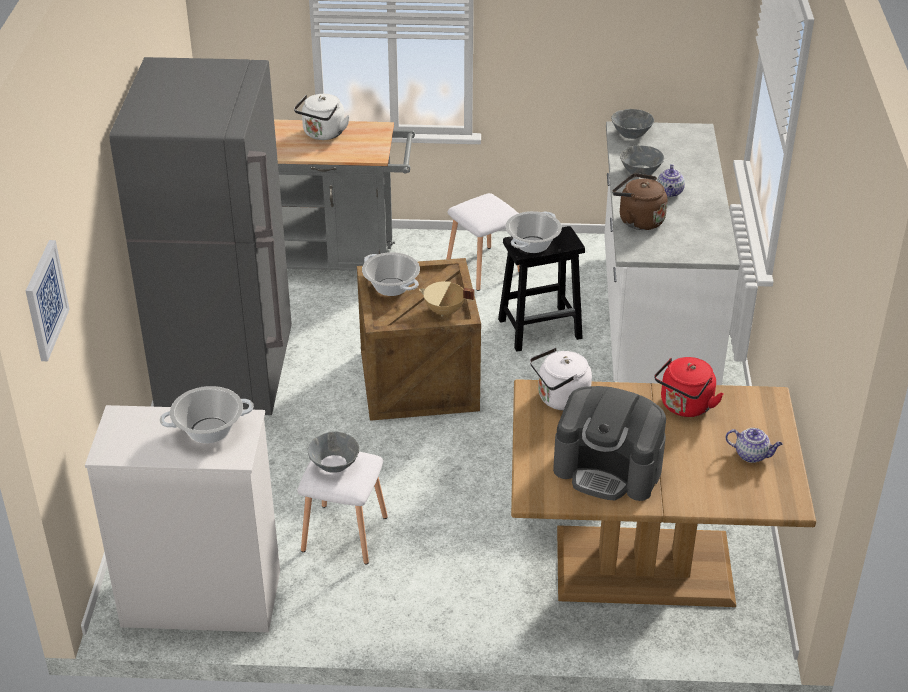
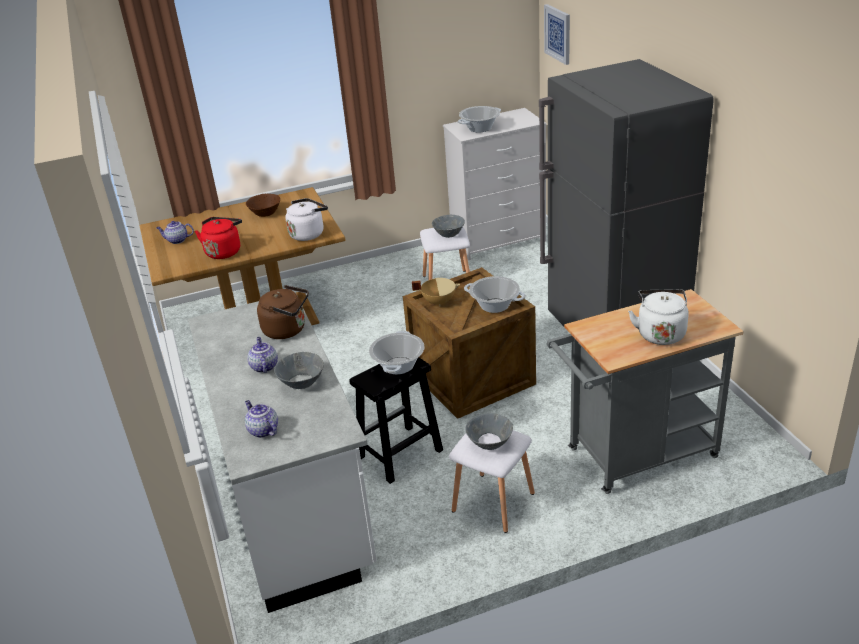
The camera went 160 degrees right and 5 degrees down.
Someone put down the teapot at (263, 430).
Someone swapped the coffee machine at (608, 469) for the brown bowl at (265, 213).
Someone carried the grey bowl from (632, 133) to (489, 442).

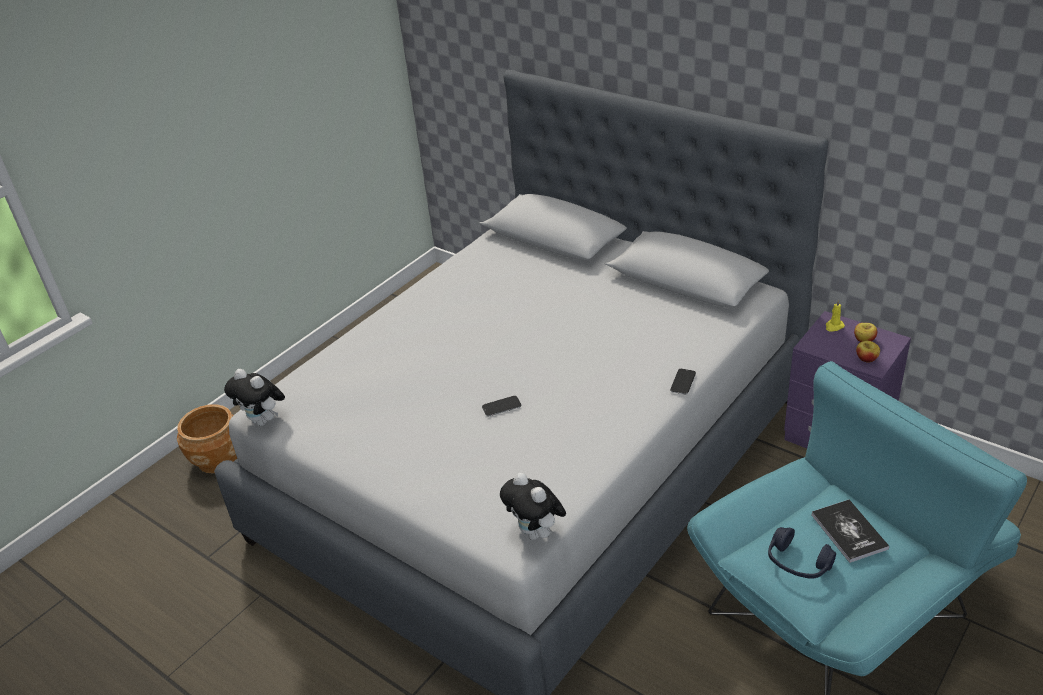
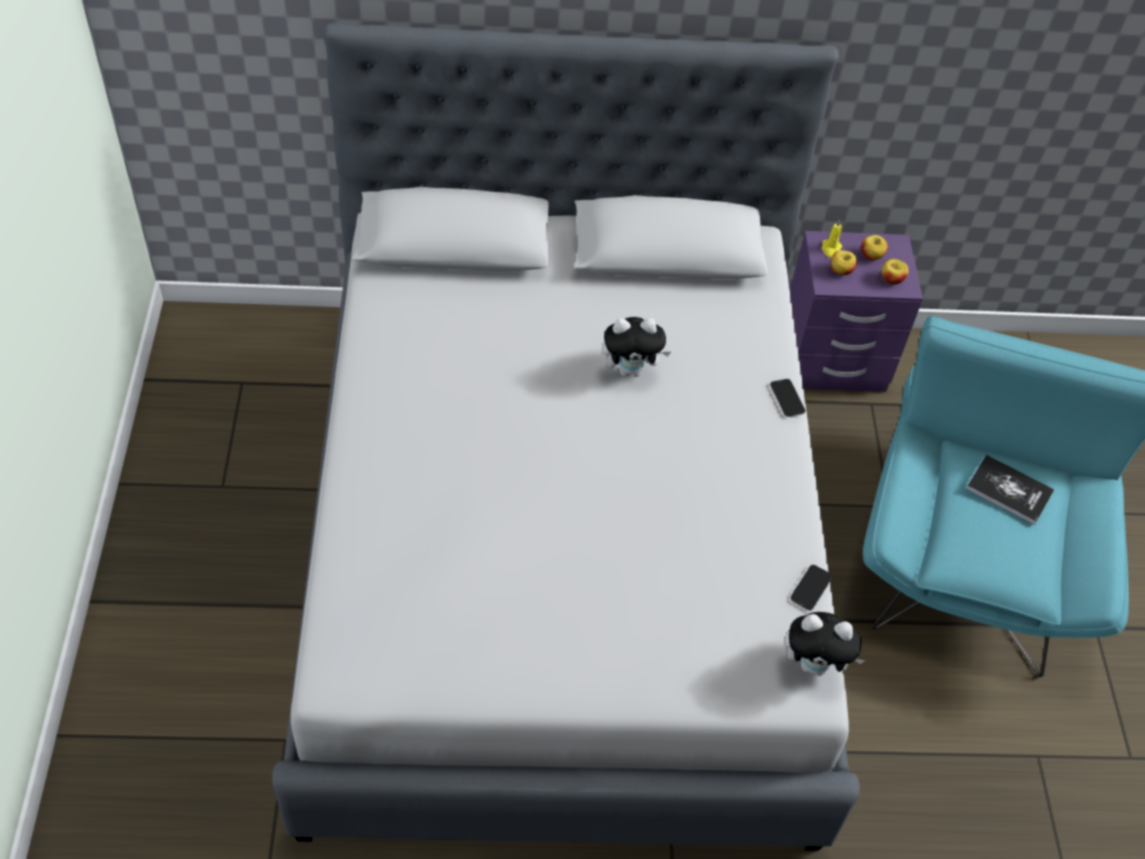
The camera went 45 degrees left and 15 degrees up.
Someone carried the plush toy from (264, 421) to (631, 370).
Someone carried the phone from (501, 407) to (811, 588).
Someone put down the apple at (840, 271).
Someone took away the brown planter at (218, 459).
Someone took away the blue headphones at (798, 563).

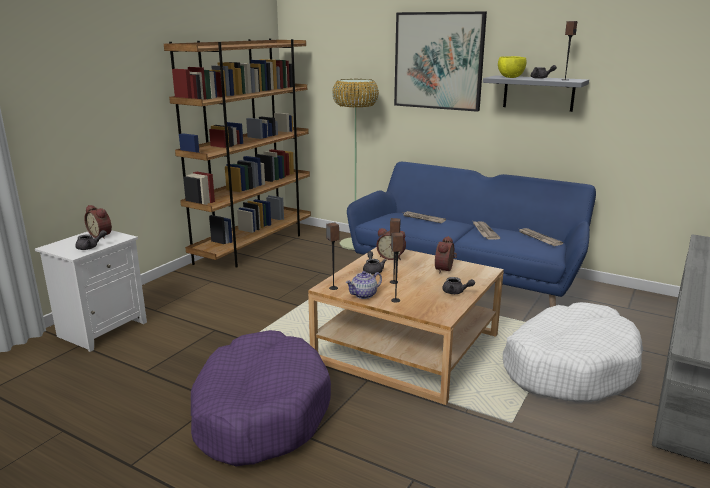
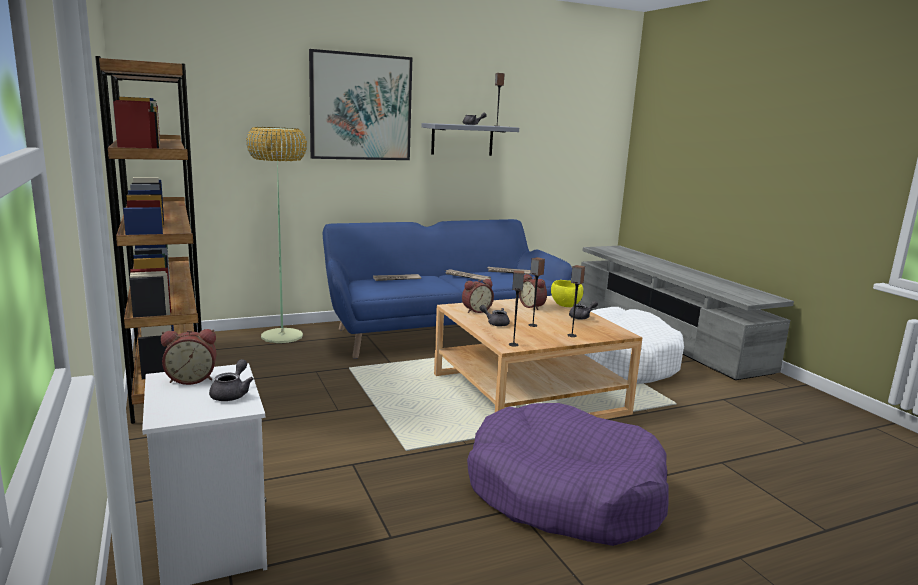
The camera went 55 degrees left and 5 degrees down.
Someone carried the yellow bowl from (510, 77) to (565, 305).
Someone took away the teapot at (364, 295).

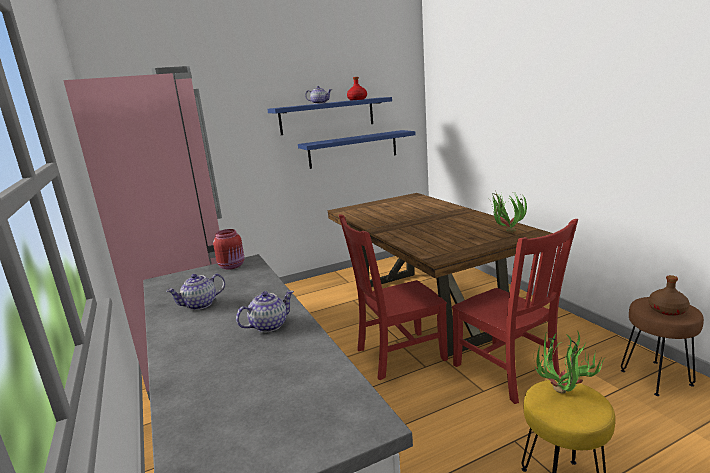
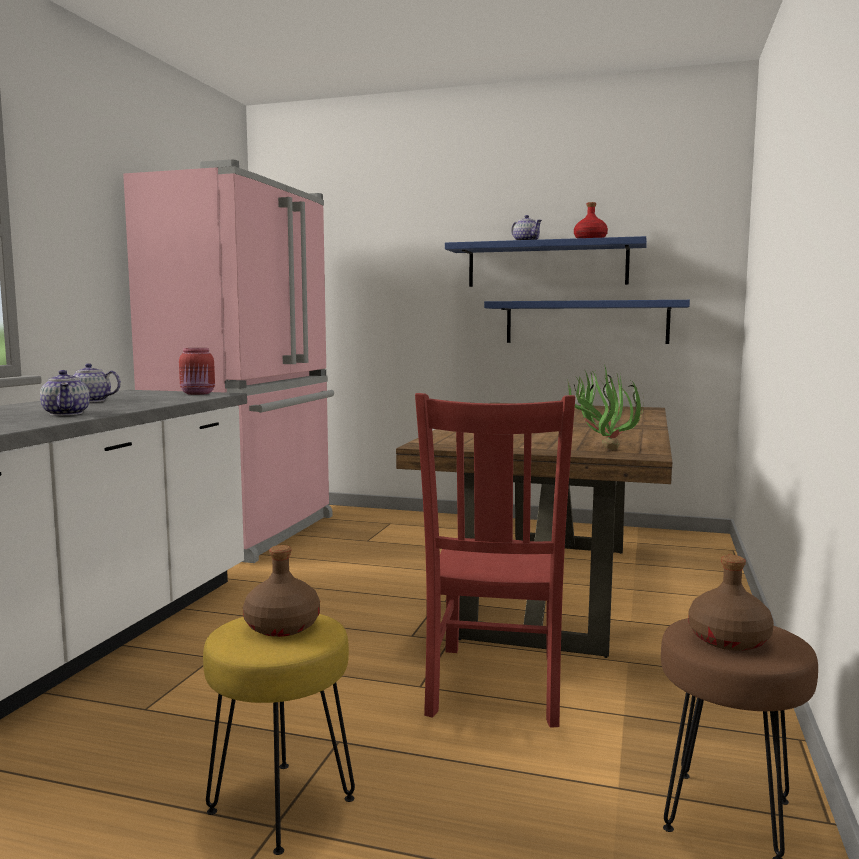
The camera went 40 degrees right and 10 degrees down.
Someone rotated the teapot at (269, 325) by 60 degrees clockwise.
Someone swapped the potted plant at (562, 397) for the brown bottle at (281, 626).
Someone took away the red chair at (397, 355).

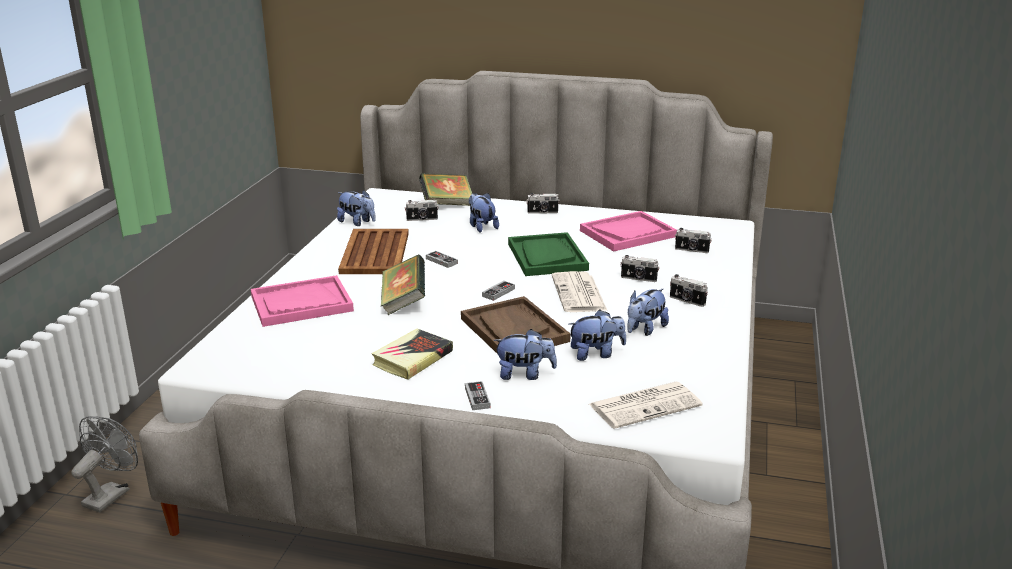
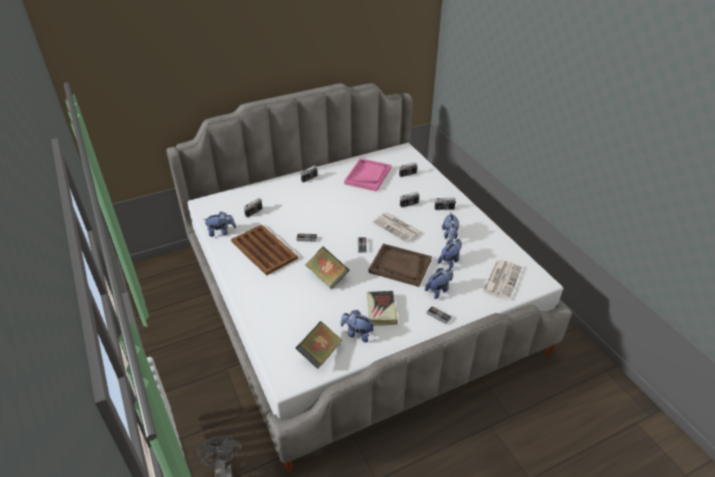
The camera went 40 degrees left and 15 degrees up.
Someone carried the book from (447, 204) to (320, 353).
Someone carried the plush toy from (481, 227) to (357, 334).
Someone took away the pink tray at (301, 304).
Someone took away the green tray at (546, 257).

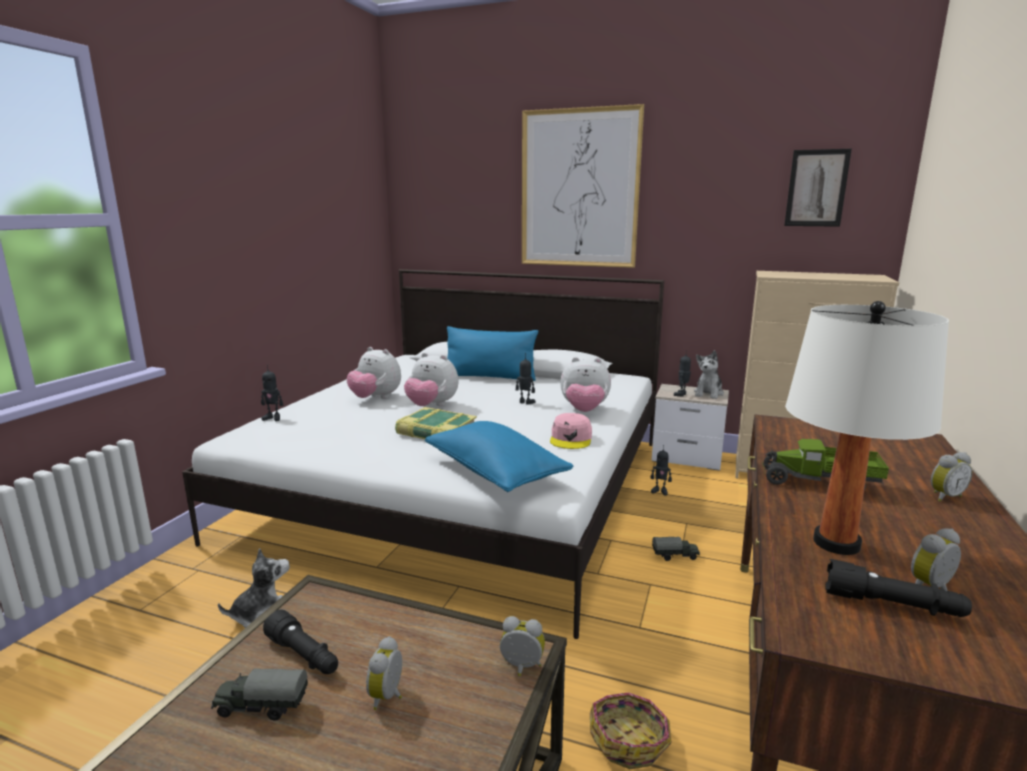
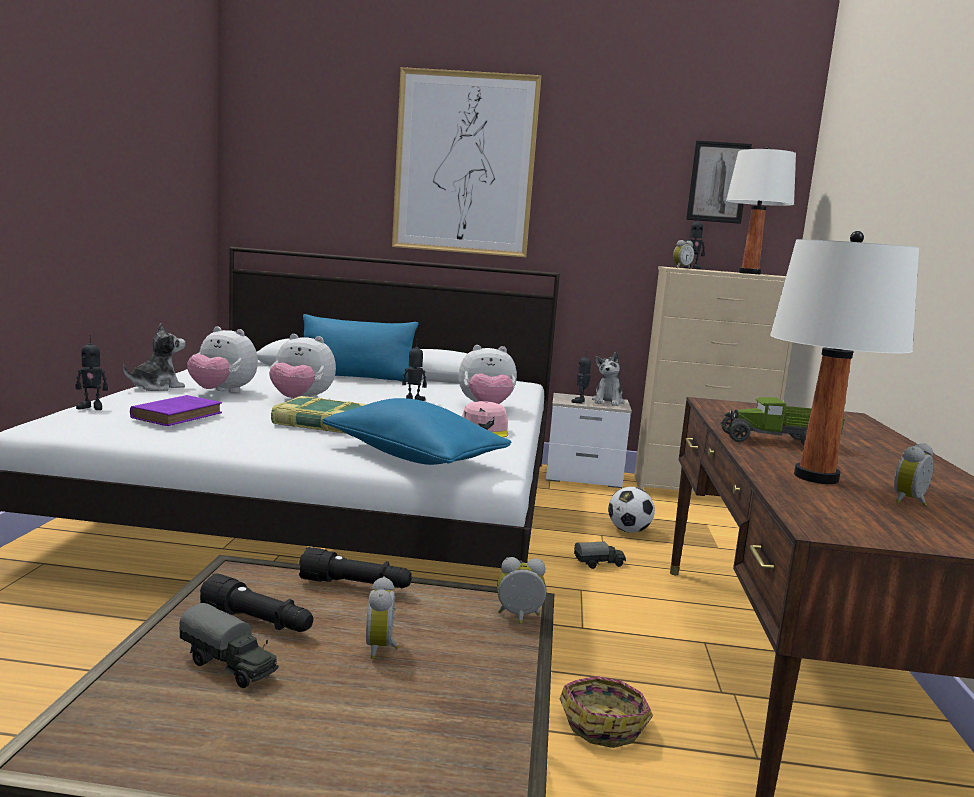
The camera went 15 degrees left and 5 degrees down.
Someone carried the plush toy from (261, 614) to (156, 387).
Someone put down the purple book at (179, 415).
Someone rotated the toy truck at (260, 707) by 135 degrees counterclockwise.
Someone carried the black flashlight from (892, 605) to (356, 585).
Someone put down the football at (628, 530).
Someone carried the alarm clock from (944, 496) to (680, 268).
Someone carried the toy robot from (660, 491) to (691, 268).
Someone put down the white table lamp at (749, 273).

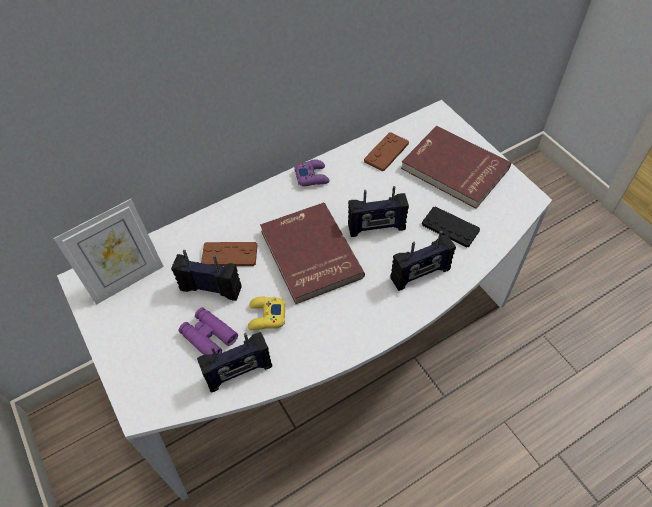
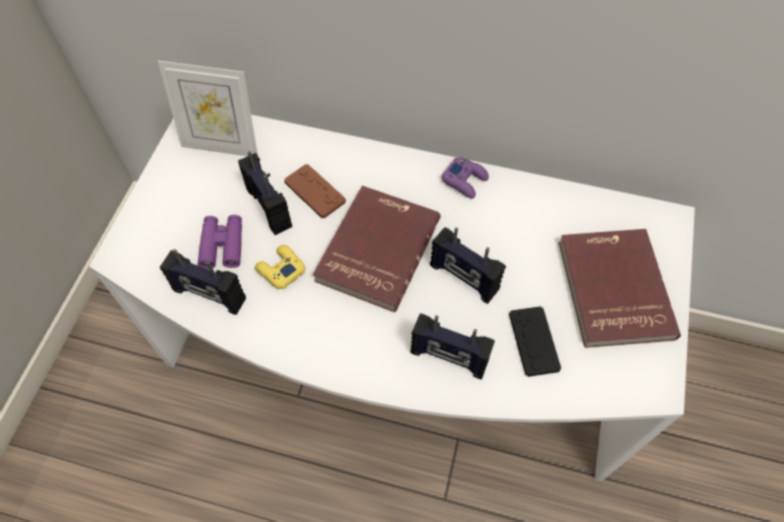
The camera went 45 degrees right and 5 degrees up.
Someone took away the brown game controller at (386, 152).

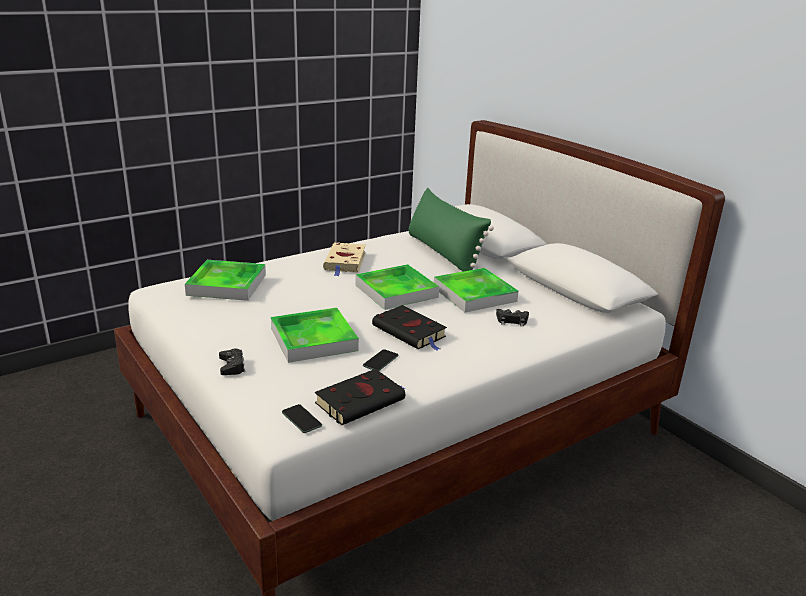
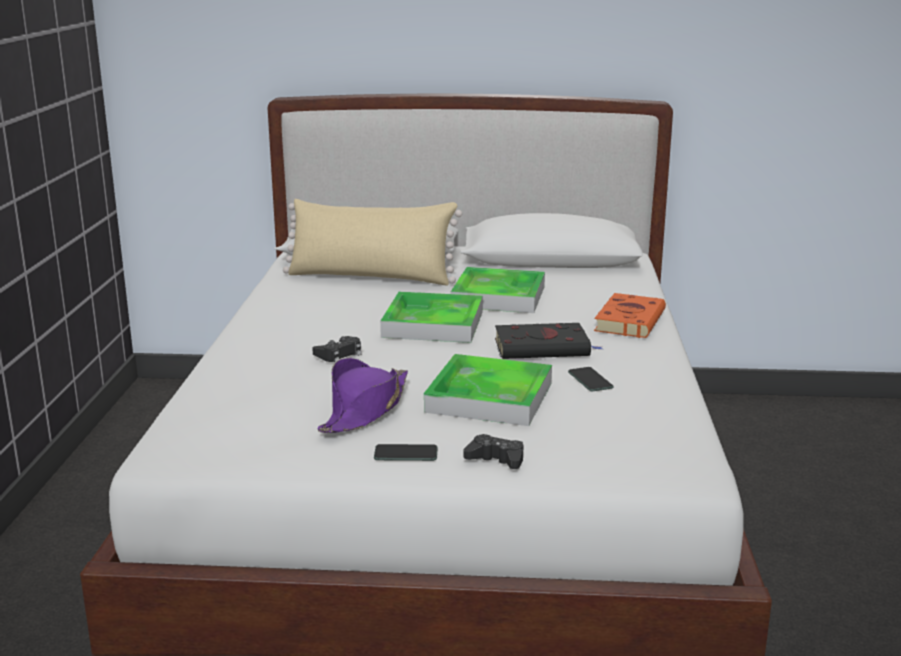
The camera went 50 degrees left and 5 degrees down.
Someone repainted the green pillow at (443, 253), which became the beige pillow at (370, 277).
Someone carried the black game controller from (512, 320) to (339, 354).
Someone put down the purple hat at (365, 410).
Someone carried the phone from (301, 419) to (405, 454).
Someone put down the orange book at (630, 320).
Someone took away the tray at (227, 284).
Someone took away the black book at (361, 400).
Someone took away the beige book at (345, 262).

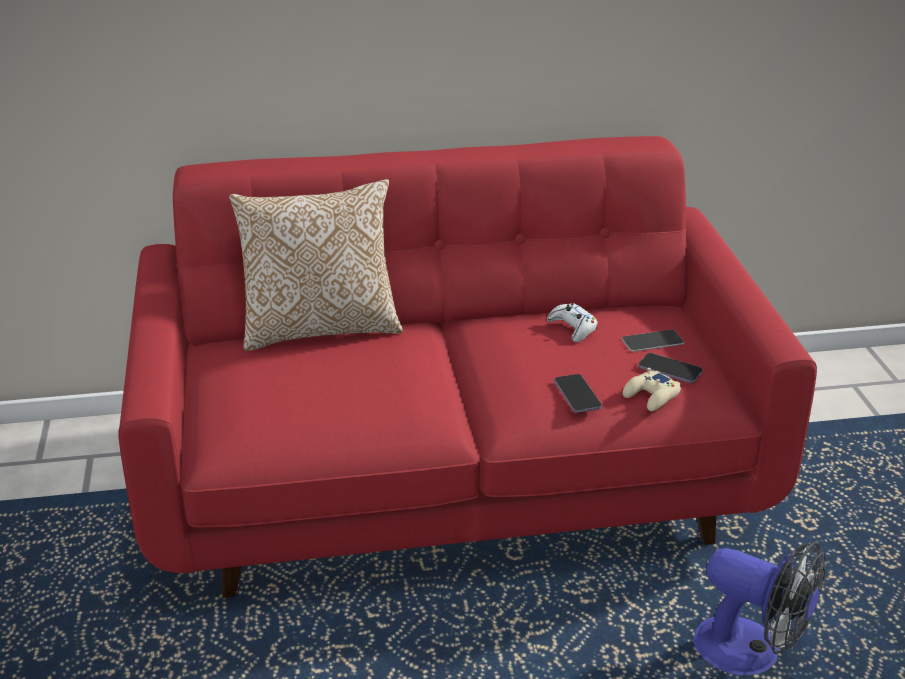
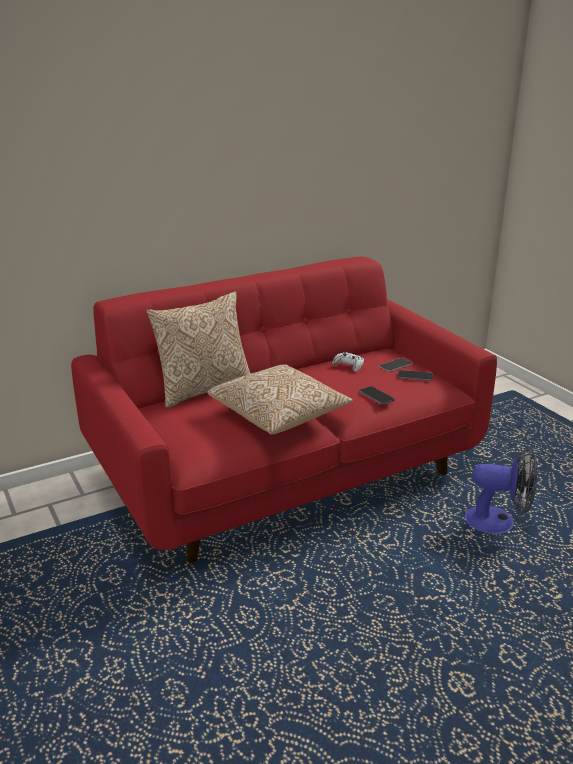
The camera went 20 degrees left and 5 degrees down.
Someone put down the pillow at (279, 415).
Someone took away the beige game controller at (651, 396).

